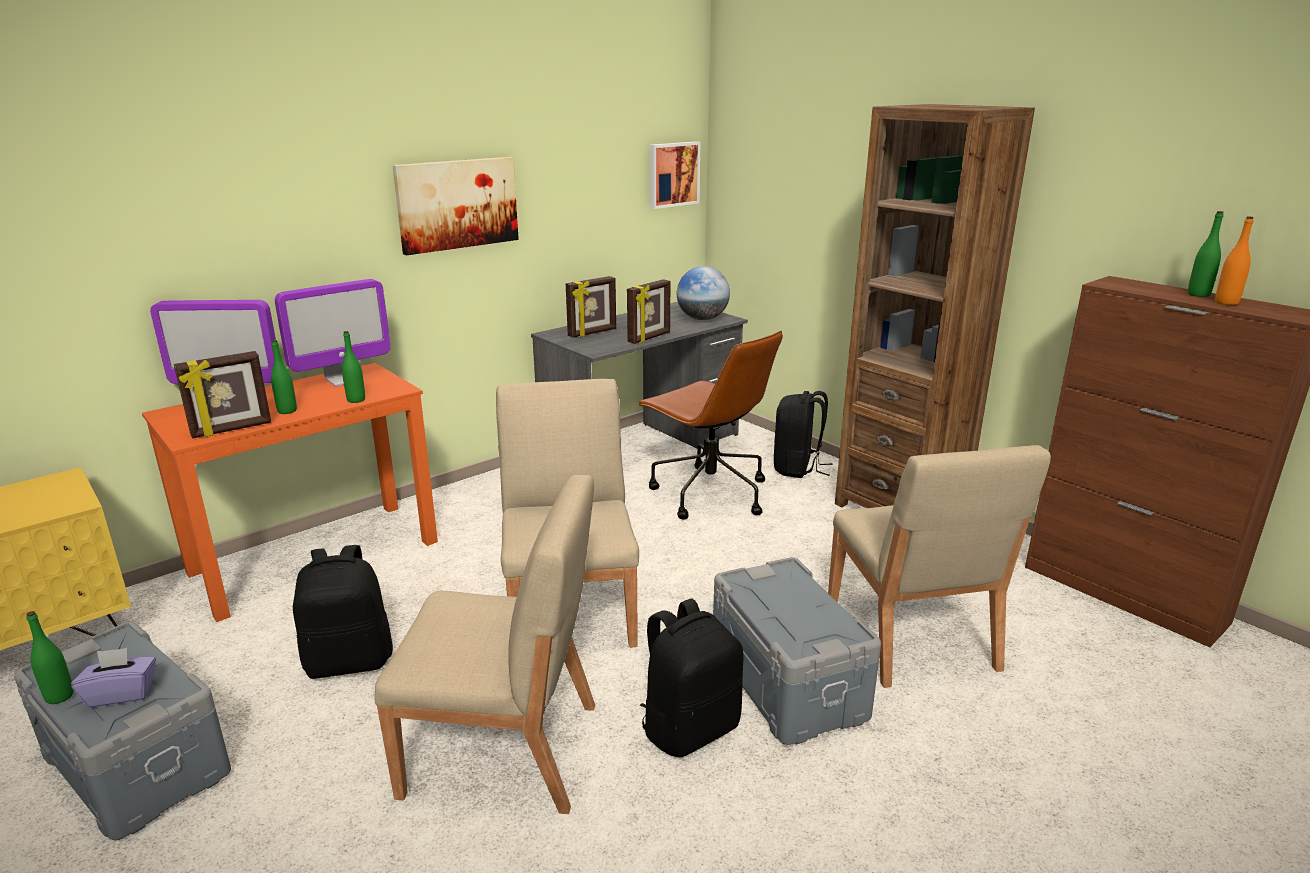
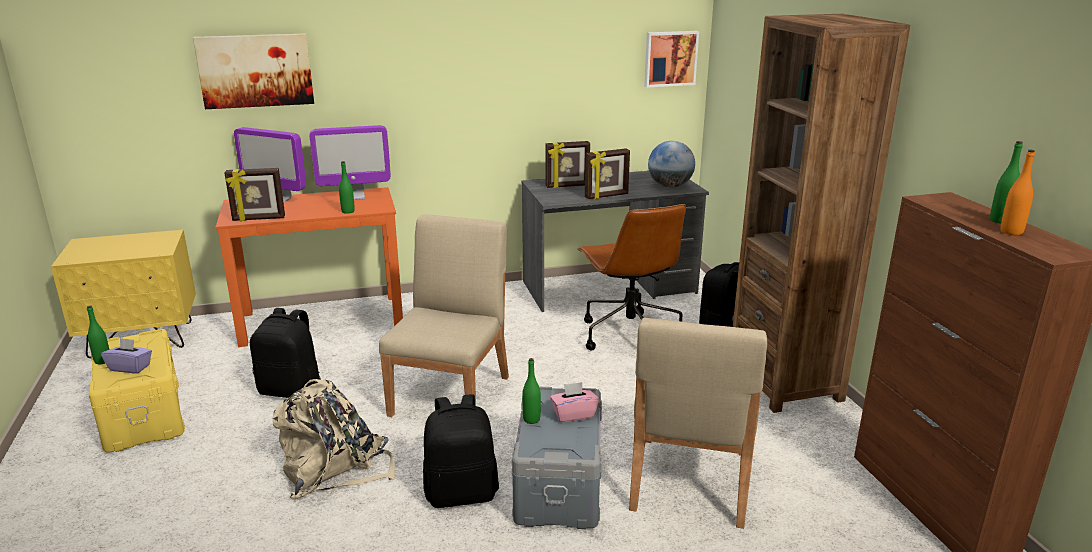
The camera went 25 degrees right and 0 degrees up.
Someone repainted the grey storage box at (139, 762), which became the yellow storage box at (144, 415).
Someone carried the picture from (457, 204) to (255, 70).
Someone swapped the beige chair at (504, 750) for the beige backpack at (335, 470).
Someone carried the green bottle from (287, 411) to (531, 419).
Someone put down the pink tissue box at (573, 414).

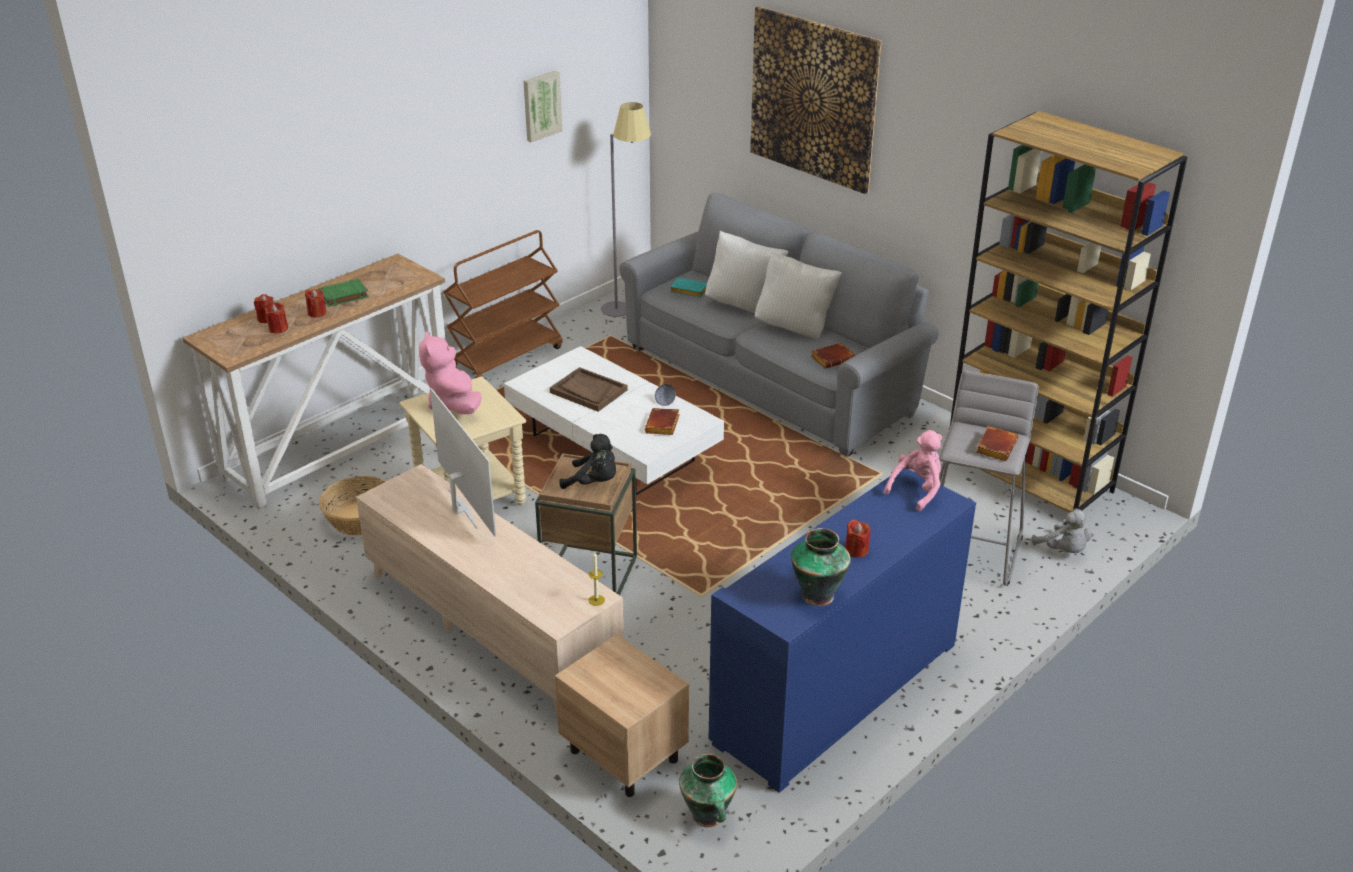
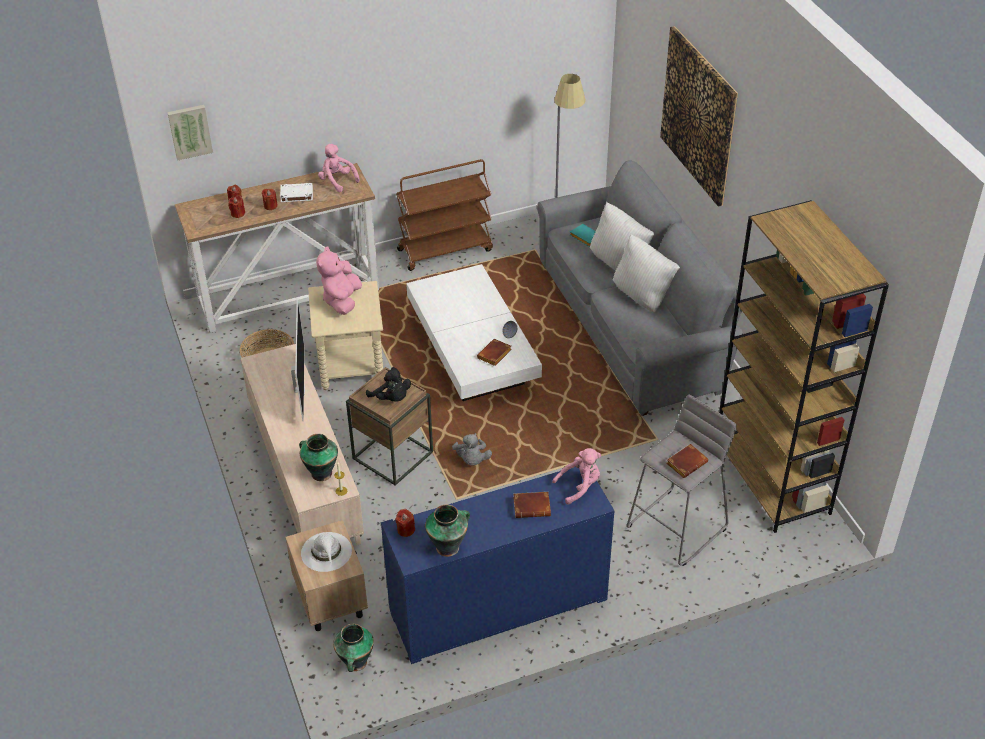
The camera went 25 degrees right and 10 degrees up.
Someone carried the picture from (541, 105) to (190, 131).
Someone repainted the green book at (343, 296), which became the white book at (296, 195).
Someone put down the vase at (320, 473).
Someone put down the white hat at (326, 552).
Someone put down the pink plush toy at (337, 181).
Someone carried the red candle from (856, 550) to (405, 530).
Someone carried the grey plush toy from (1063, 550) to (472, 460).
Someone carried the brown book from (833, 358) to (532, 506).
Someone took away the brown tray at (588, 391).

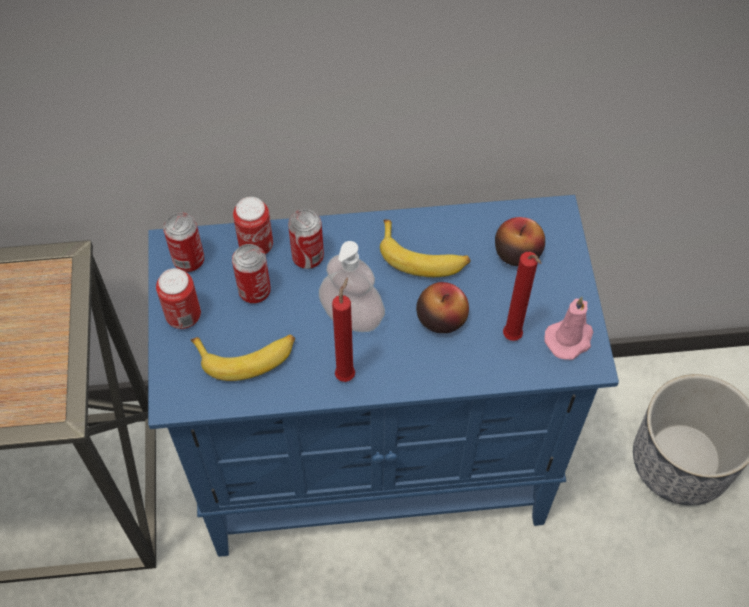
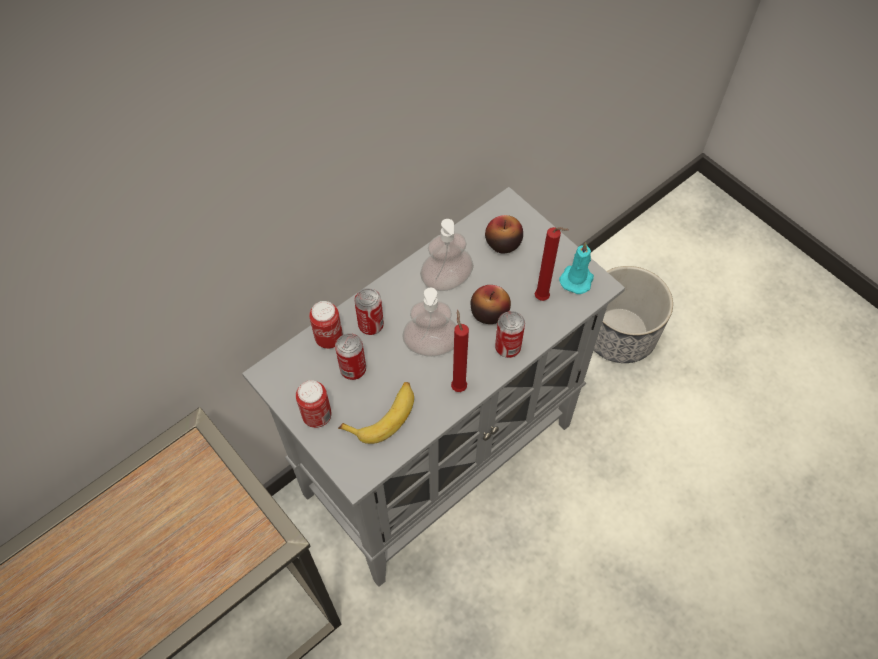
The camera went 35 degrees left and 0 degrees up.
Someone repainted the blue cabinet at (377, 467), which became the grey cabinet at (440, 457).
Someone swapped the banana at (423, 257) for the soap dispenser at (446, 280).
Someone carried the can from (189, 260) to (507, 347).
Someone repainted the pink candle at (570, 339), which became the turquoise candle at (577, 278).

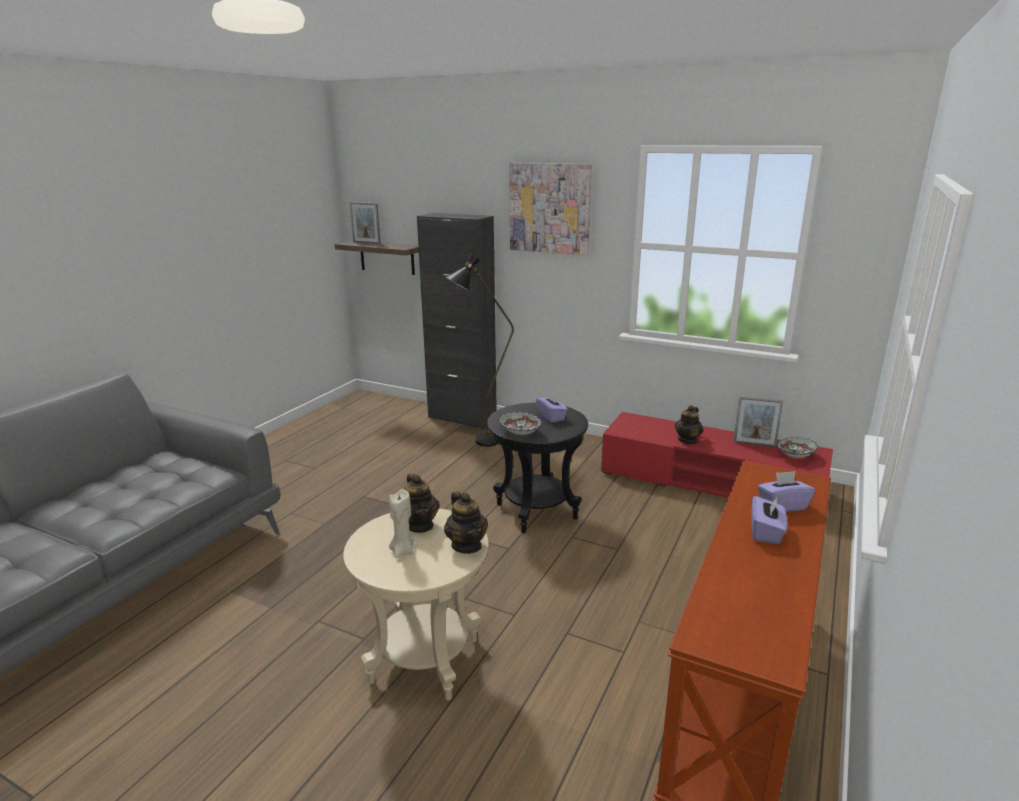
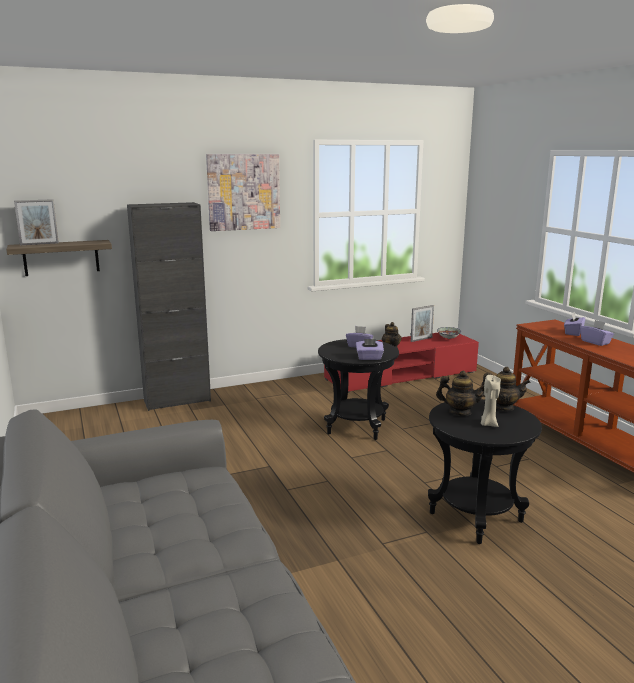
The camera went 50 degrees left and 5 degrees down.
Someone swapped the bowl at (520, 433) for the purple tissue box at (369, 358).
Someone repainted the beige side table at (424, 661), which became the black side table at (475, 517).
Someone took away the black floor lamp at (479, 443).

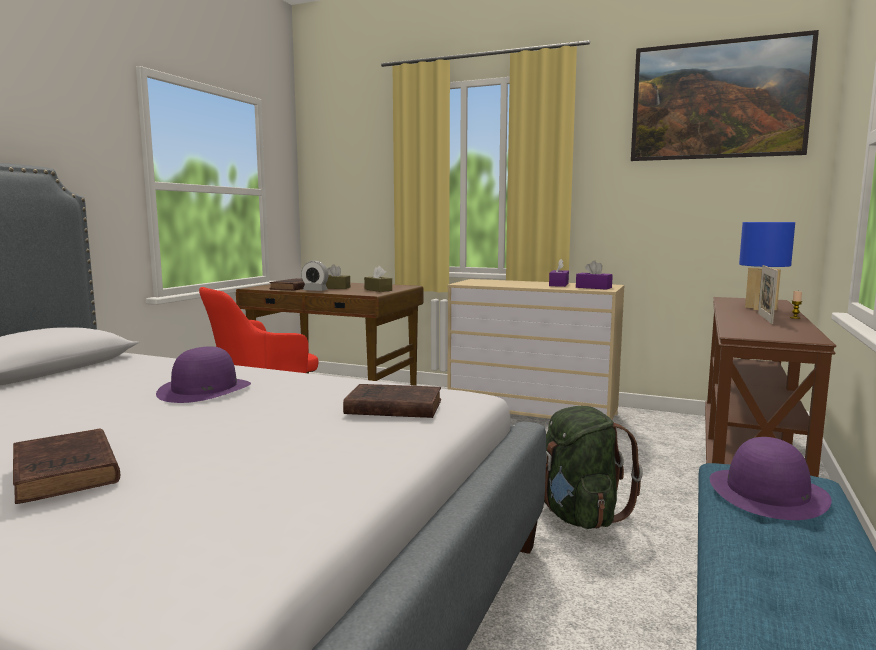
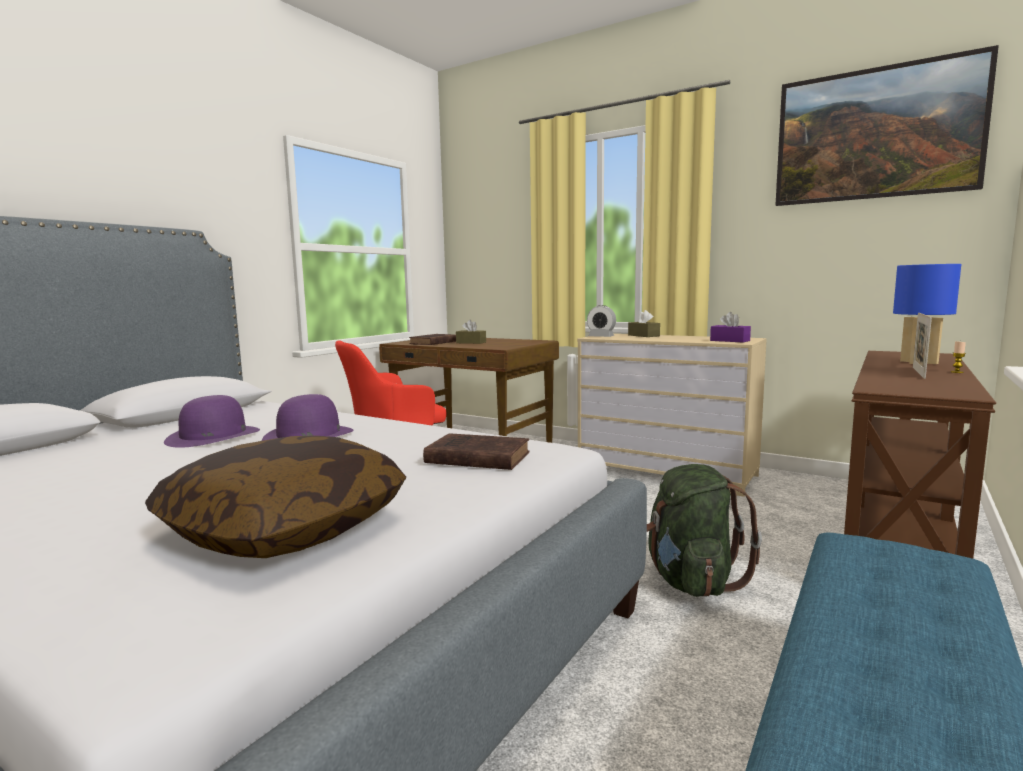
The camera went 10 degrees right and 0 degrees up.
Someone put down the pillow at (286, 529).
Someone carried the purple hat from (767, 493) to (213, 436).
Someone carried the alarm clock from (315, 290) to (601, 337).
Someone carried the brown tissue box from (378, 290) to (643, 335).
Someone took away the brown book at (66, 473).
Someone took away the purple tissue box at (558, 284).

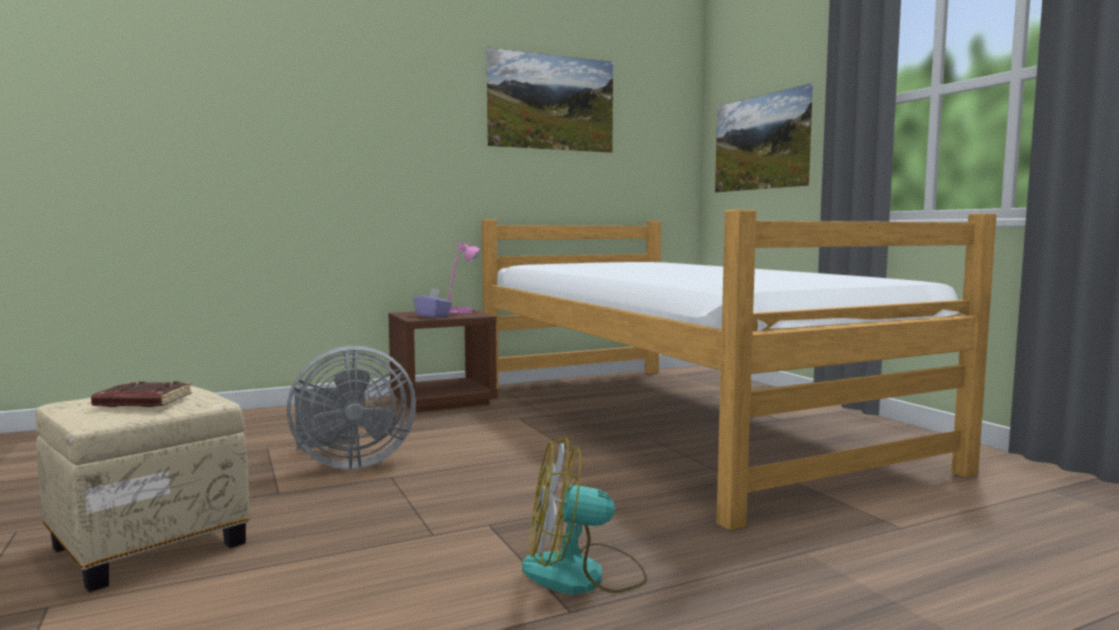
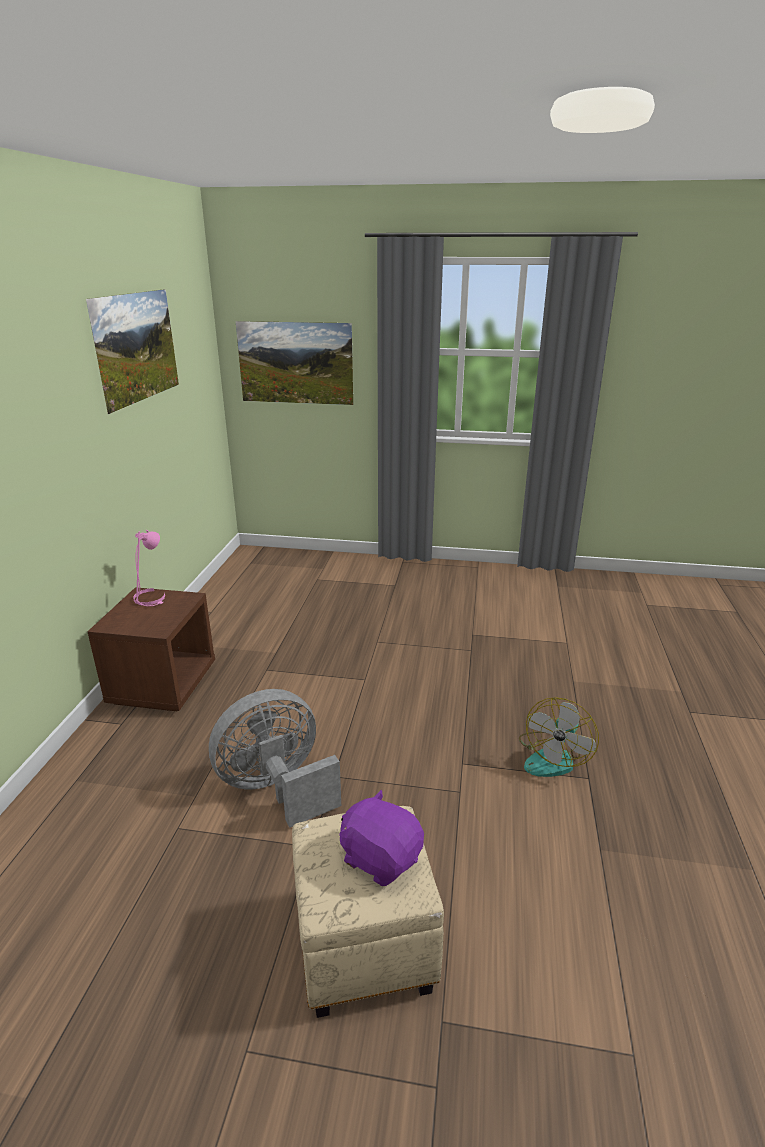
The camera went 55 degrees left and 20 degrees up.
Someone rotated the grey fan at (349, 463) by 135 degrees counterclockwise.
Someone swapped the brown book at (142, 402) for the purple plush toy at (380, 857).
Someone took away the purple tissue box at (433, 316).
Someone took away the bed at (678, 421).

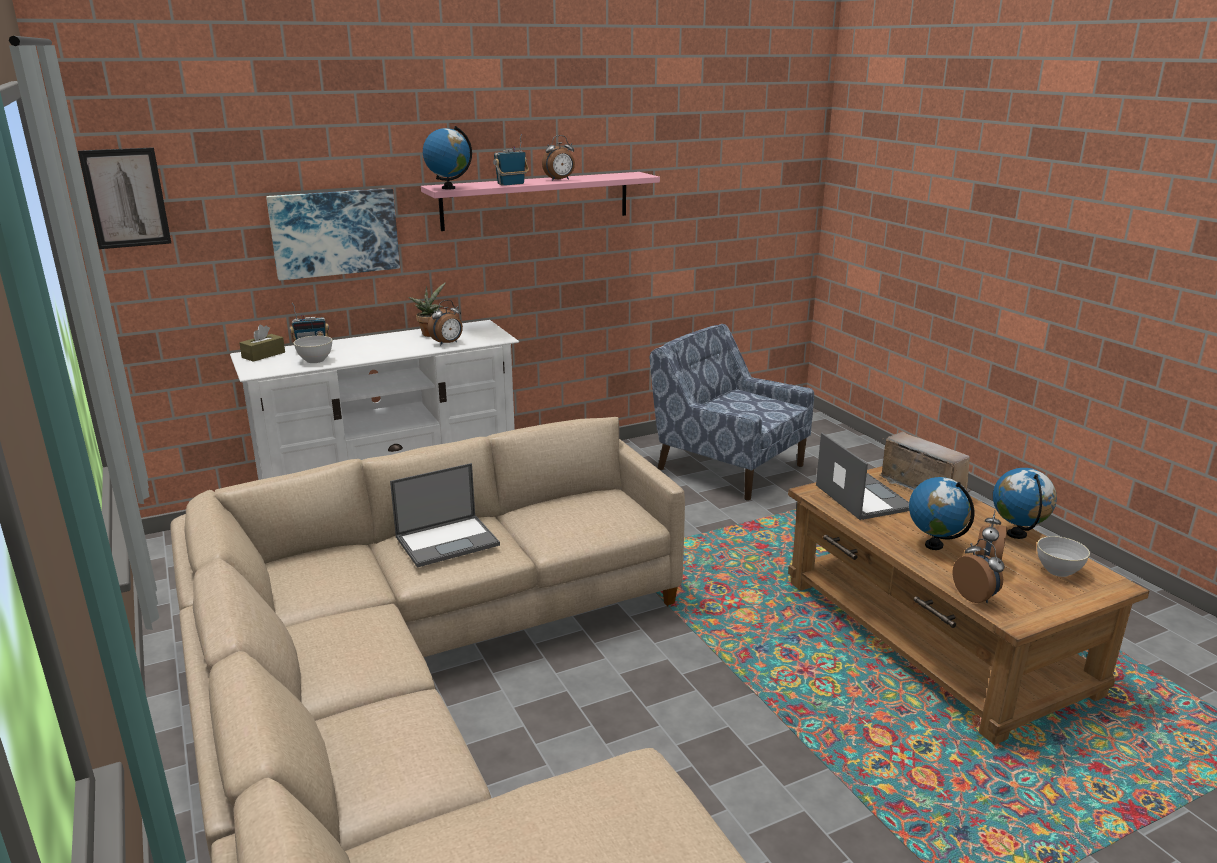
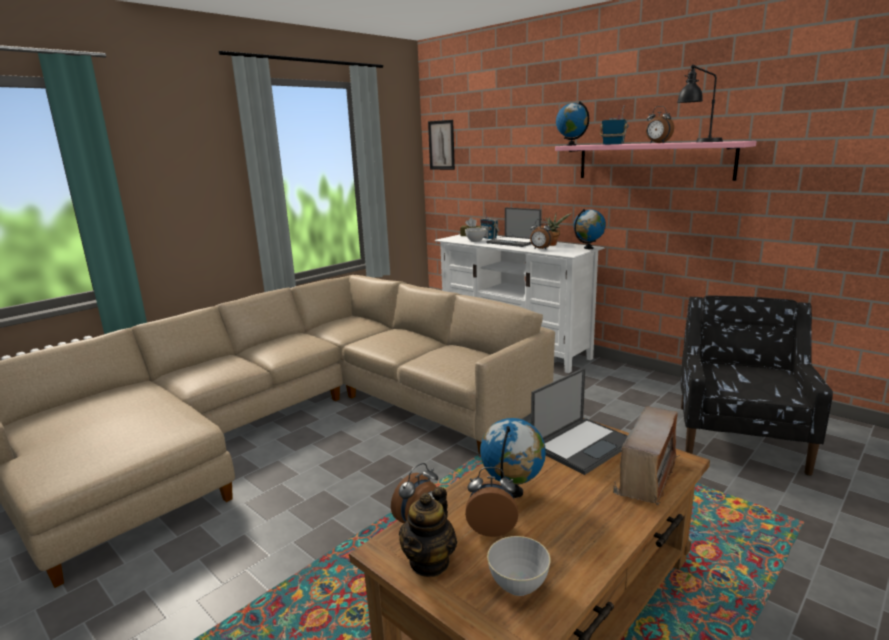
The camera went 70 degrees right and 5 degrees down.
Someone put down the teapot at (430, 562).
Someone carried the laptop from (448, 540) to (514, 242).
Someone carried the globe from (1017, 534) to (588, 248).
Someone put down the black table lamp at (697, 142).
Someone repainted the blue armchair at (728, 467), which became the black armchair at (739, 437).
Someone took away the picture at (334, 232).

